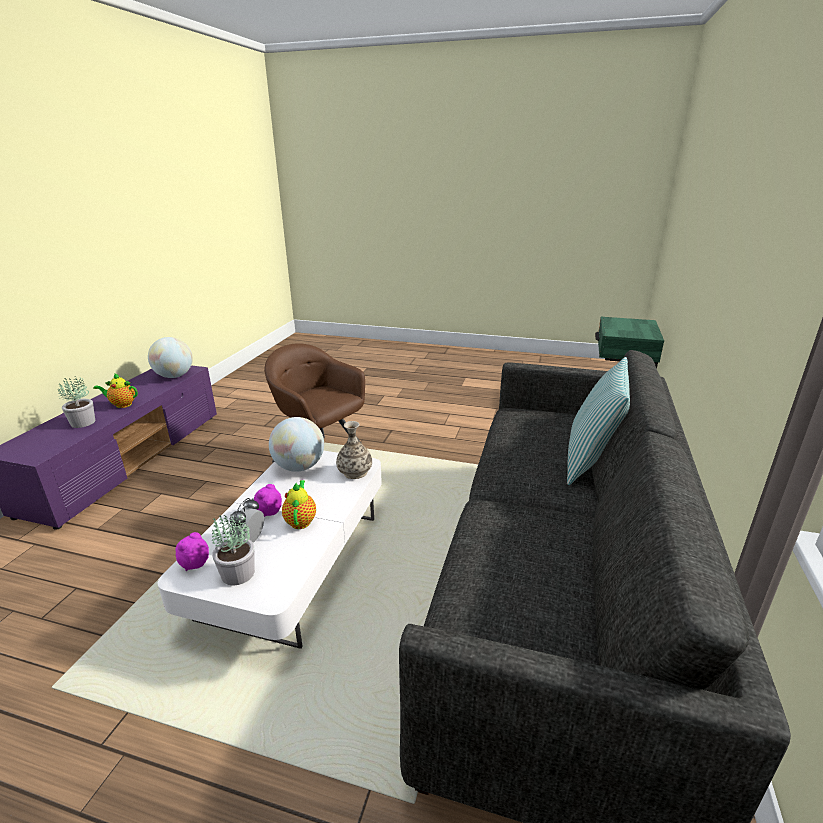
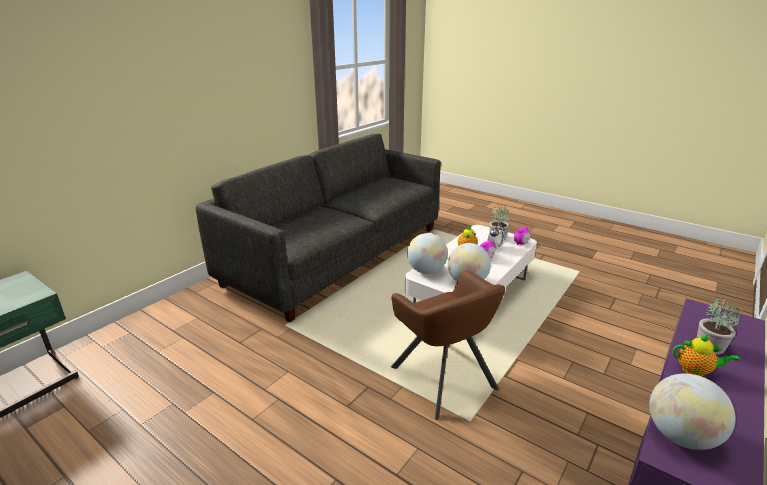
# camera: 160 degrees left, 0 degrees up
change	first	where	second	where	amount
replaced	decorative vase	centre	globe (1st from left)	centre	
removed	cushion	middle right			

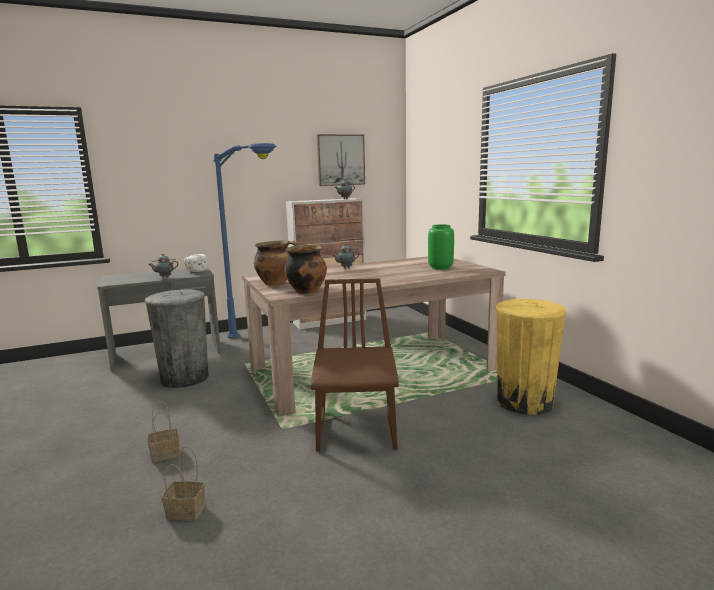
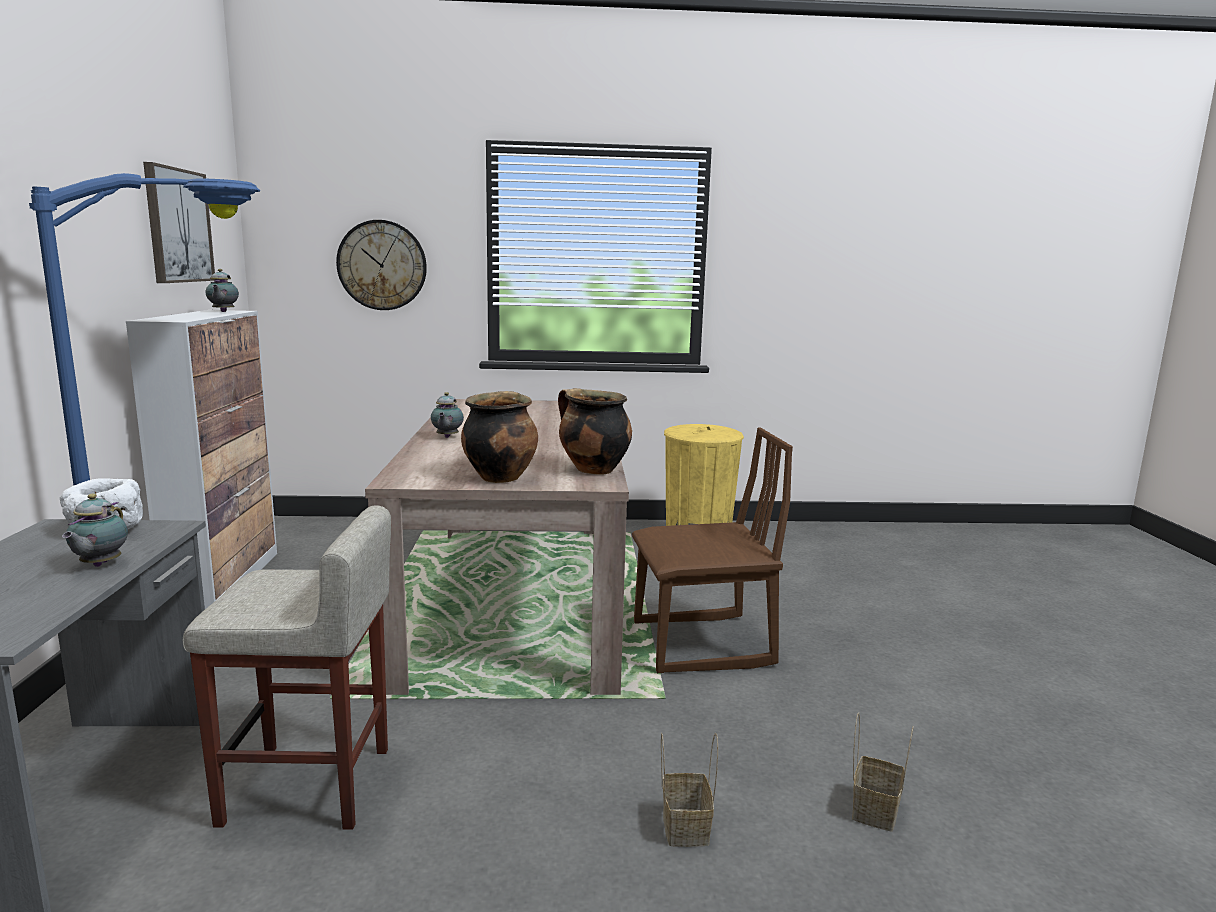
# camera: 70 degrees left, 0 degrees up
change	first	where	second	where	amount
replaced	waste bin (grey)	middle left	sitting stool (beige)	bottom left	
added			clock on the wall	top left	
turned	upright chair (brown-coloured)	centre		centre	150 degrees clockwise
removed	decorative vase (green-coloured)	centre			

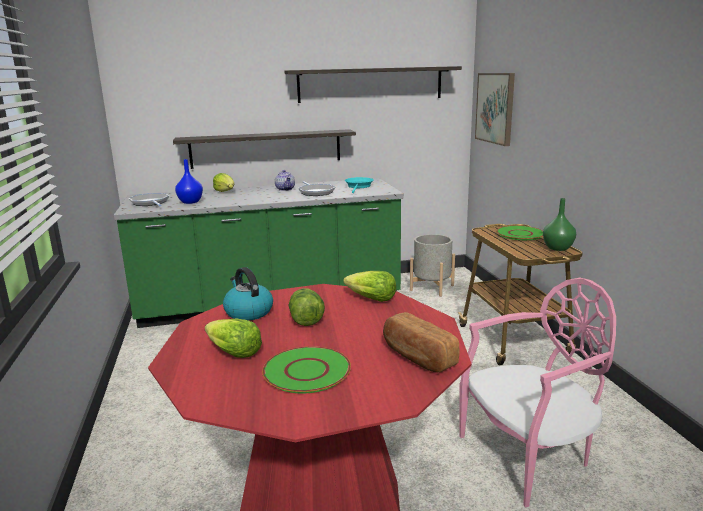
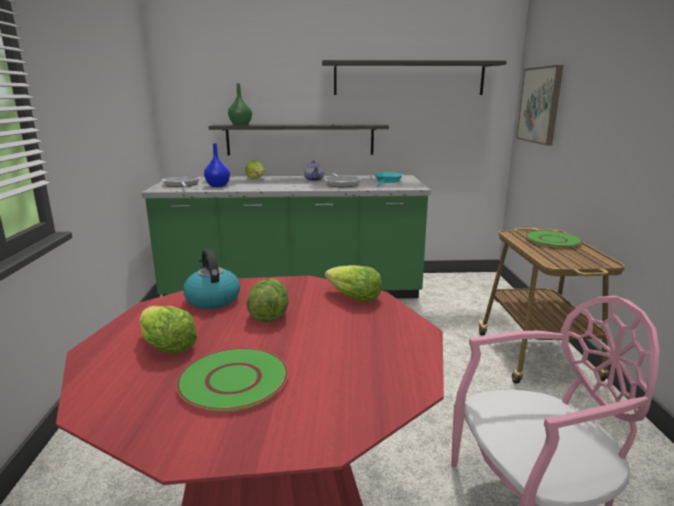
# camera: 10 degrees right, 0 degrees up
change	first	where	second	where	amount
moved	decorative vase (green-coloured)	middle right		top centre	
removed	bakery bread	bottom centre			
removed	planter (grey)	centre			

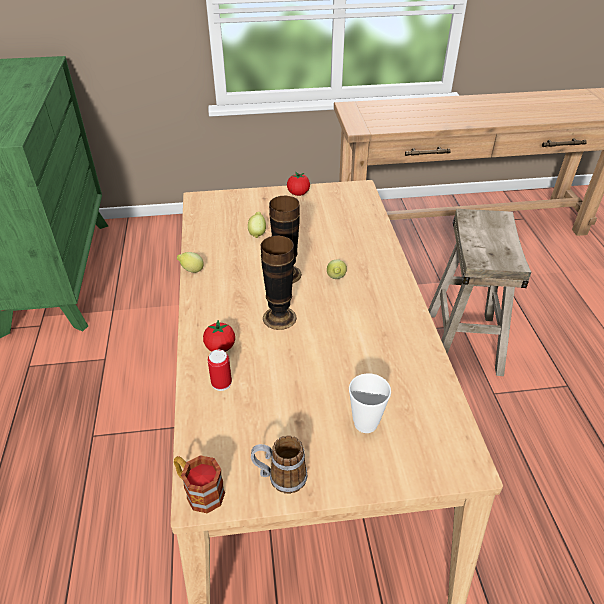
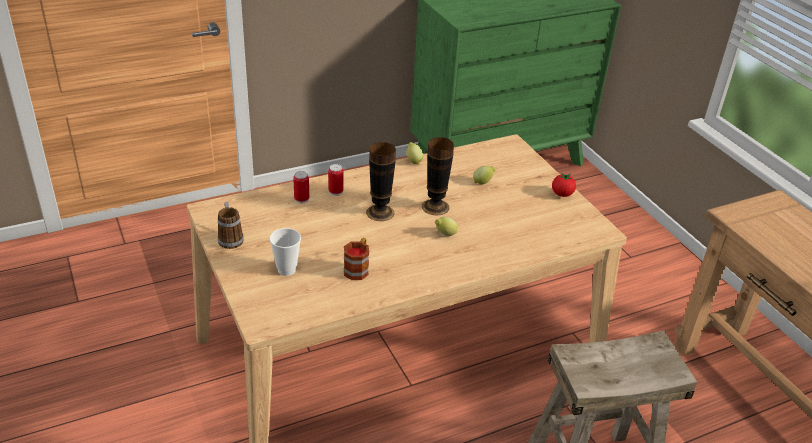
# camera: 70 degrees right, 5 degrees down
change	first	where	second	where	amount
replaced	whole tomato (1st from left)	centre	can (2nd from left)	centre	
moved	mug (1st from left in the first image)	bottom left	mug (2nd from left)	centre	

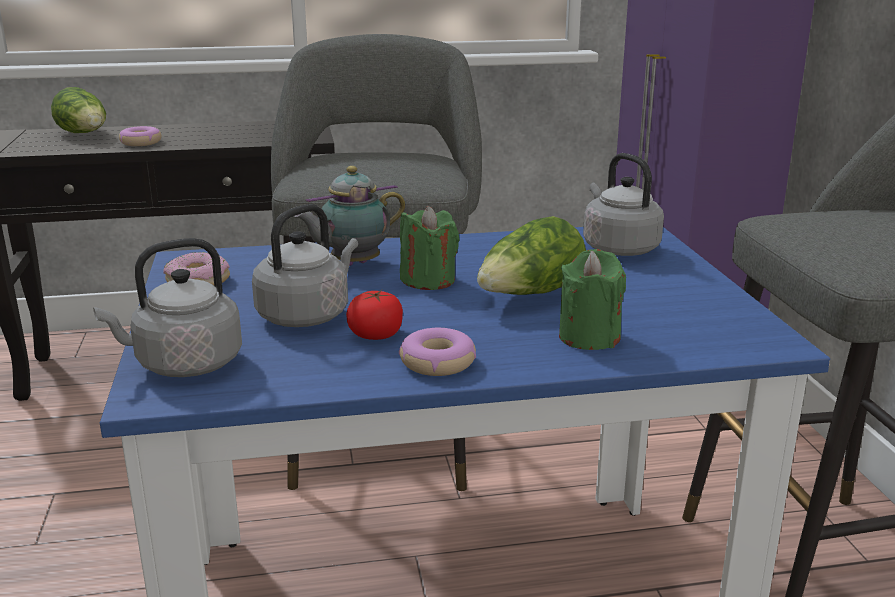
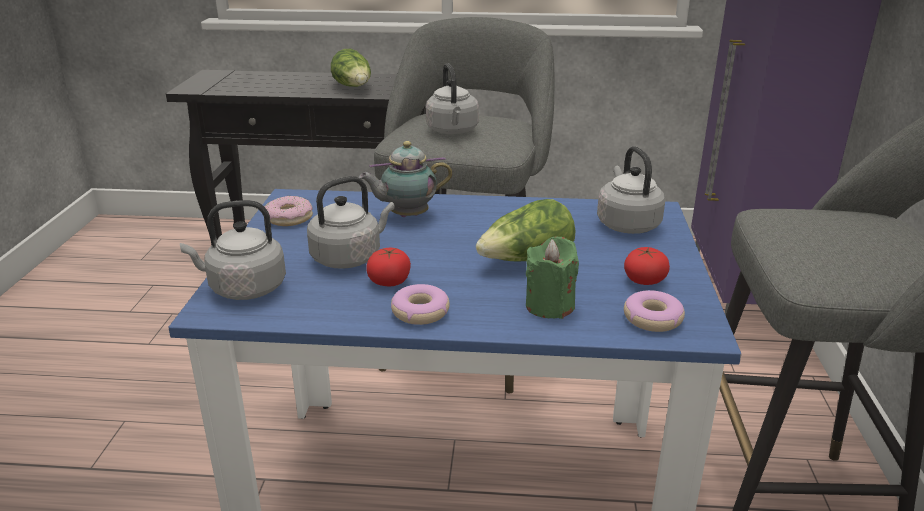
# camera: 15 degrees right, 5 degrees up
change	first	where	second	where	amount
moved	lettuce head (1st from left)	top left		top centre	
added			water kettle (grey) (3rd from left)	top centre	
added			whole tomato (2nd from left)	middle right	
moved	doughnut (1st from left in the first image)	top left	doughnut (3rd from left)	middle right	
removed	wax light (green-coloured) (1st from left)	centre			

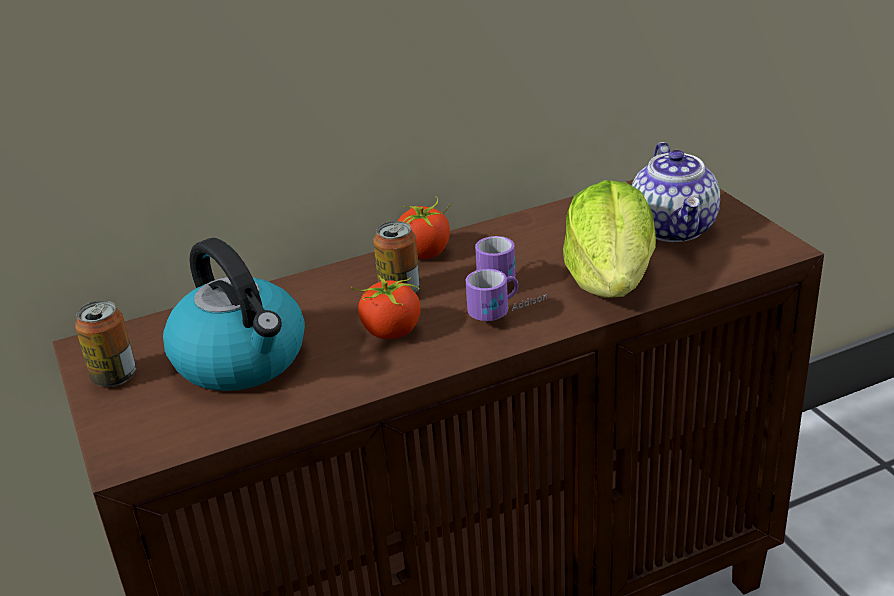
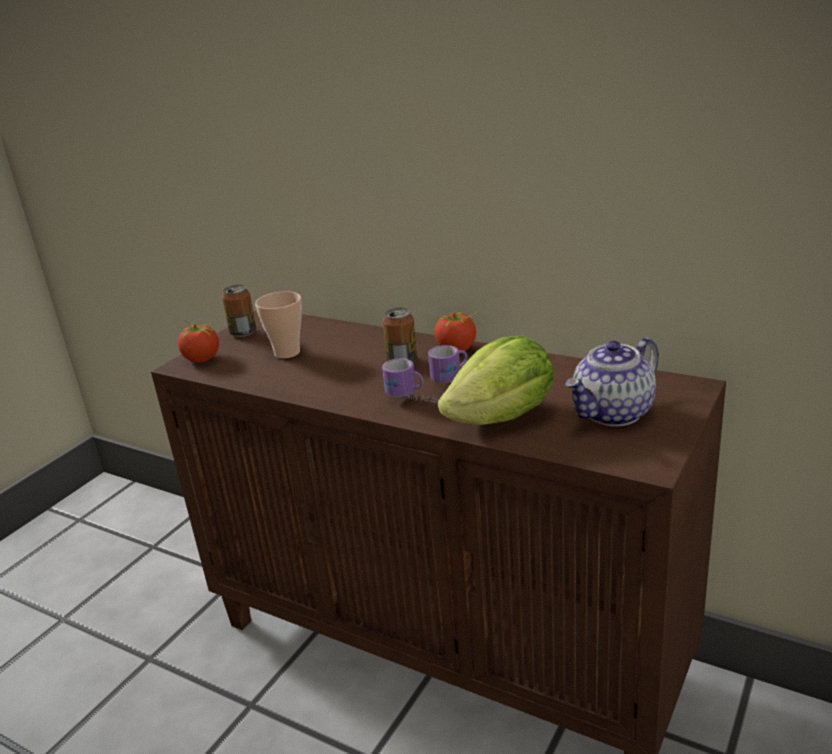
# camera: 55 degrees right, 5 degrees down
change	first	where	second	where	amount
moved	whole tomato (1st from left)	centre		middle left	
replaced	water kettle	middle left	small cup	centre	

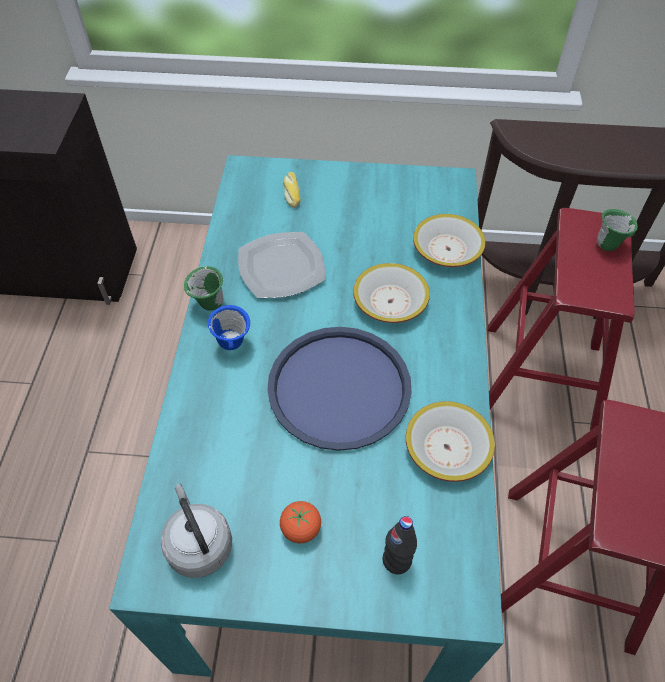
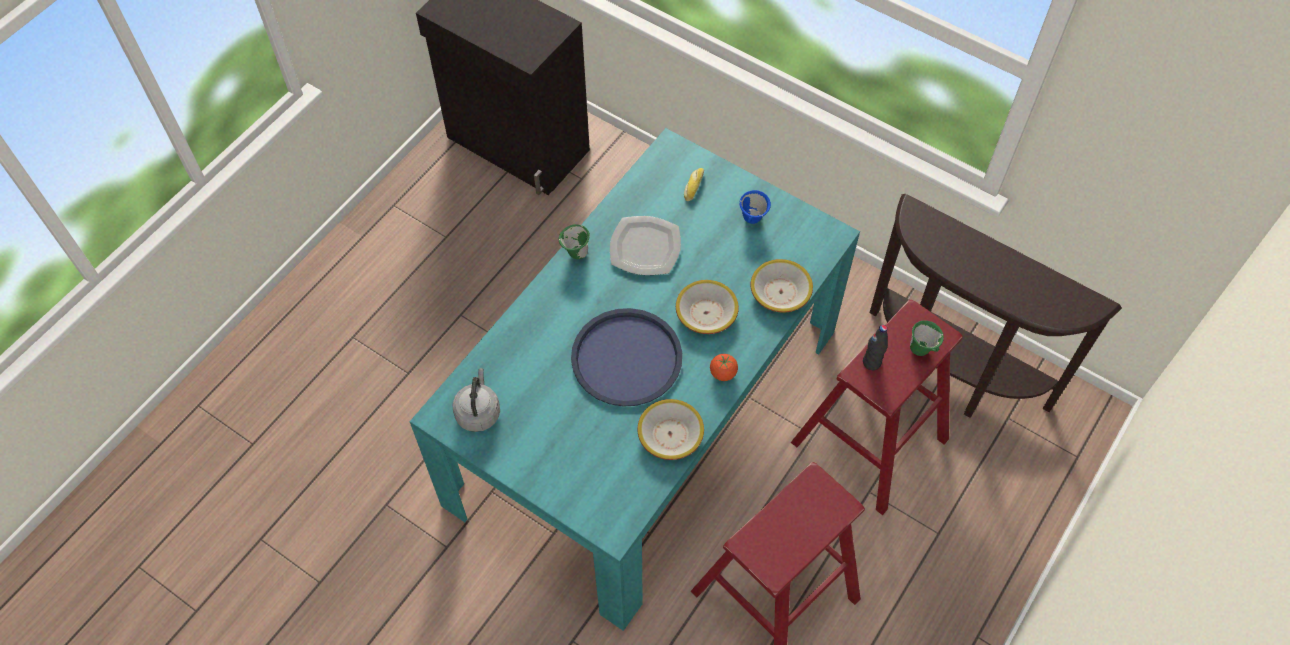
# camera: 30 degrees right, 5 degrees up
change	first	where	second	where	amount
moved	whole tomato	bottom centre		centre	
moved	mug (bluish)	centre		top centre	
moved	bottle (black-coloured)	bottom centre		middle right	

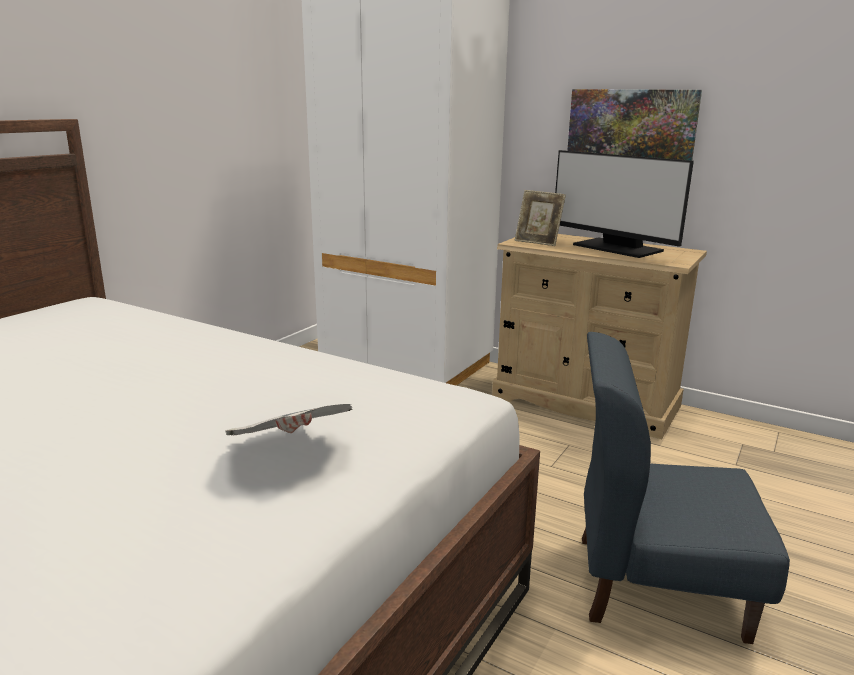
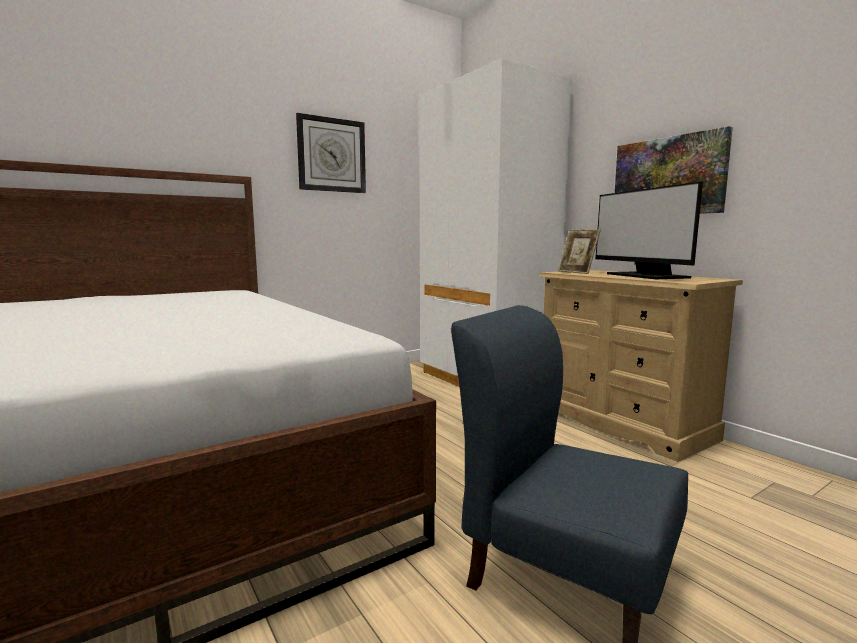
# camera: 25 degrees right, 10 degrees down
change	first	where	second	where	amount
added			clock on the wall	top centre	
removed	daily paper	centre			

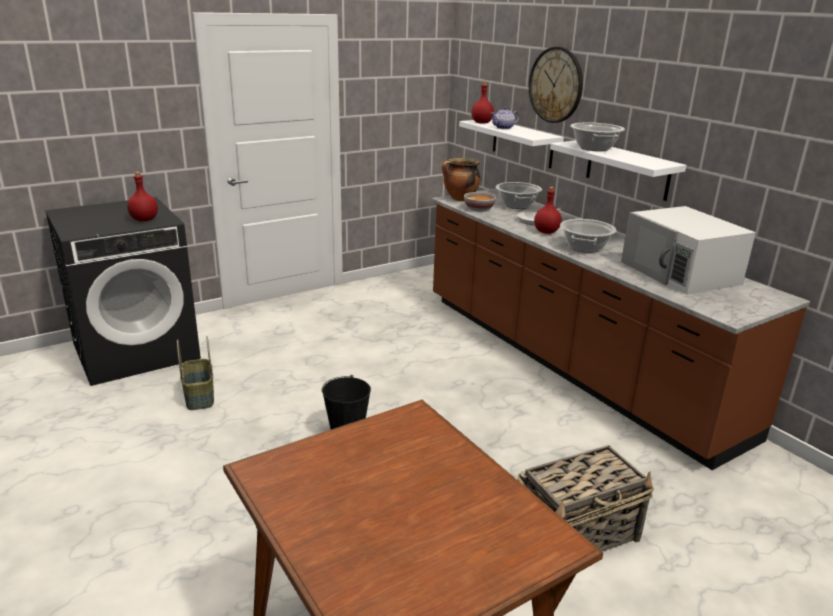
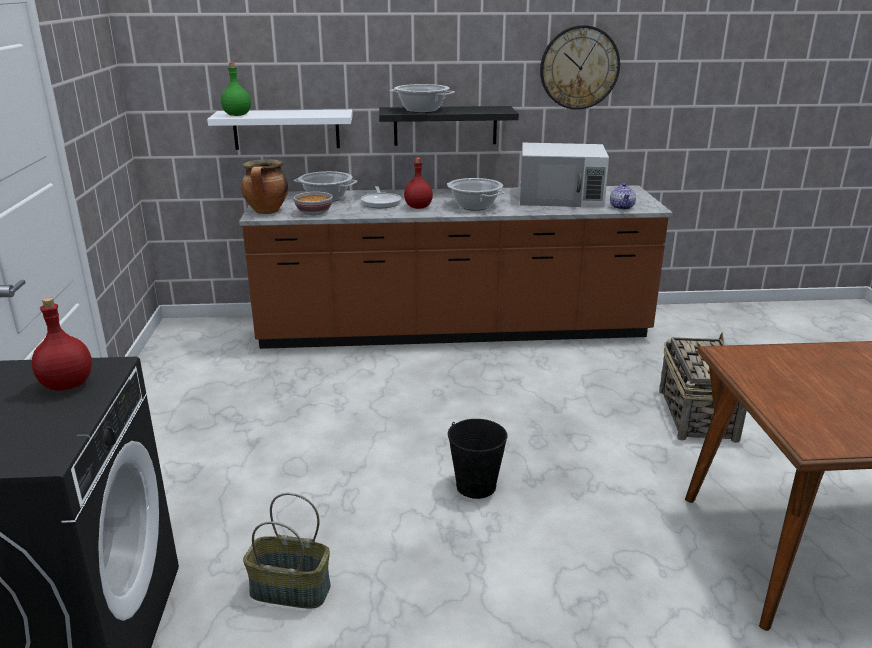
# camera: 60 degrees left, 0 degrees up
change	first	where	second	where	amount
recoloured	bottle (red) (2nd from left)	top centre	bottle (green-coloured)	top left	
recoloured	bracket shelf (white-coloured) (2nd from left)	top right	bracket shelf (black-coloured)	top centre	
moved	clock on the wall	top right		top centre	
moved	tea pot	top centre		top right	

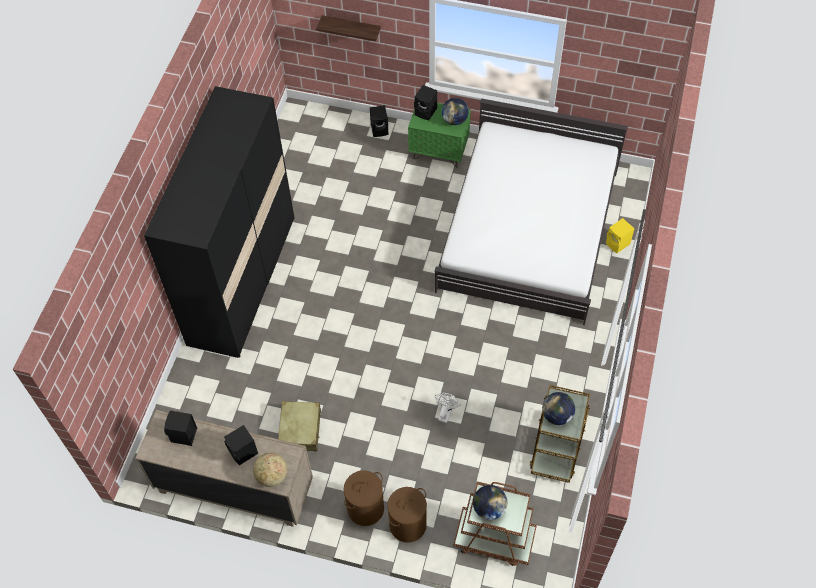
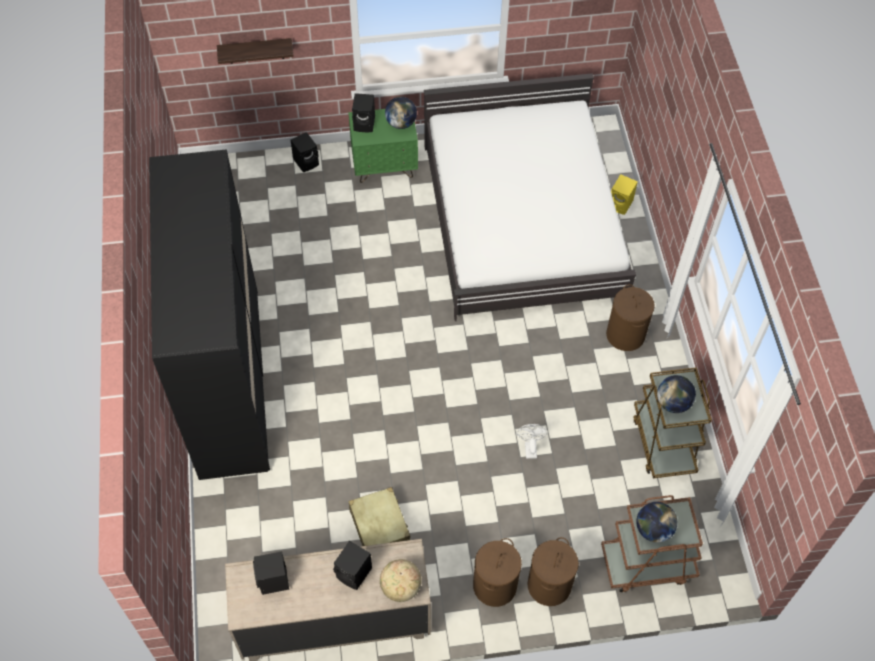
# camera: 25 degrees left, 0 degrees up
change	first	where	second	where	amount
added			laundry basket (brown-coloured) (3rd from left)	middle right	

